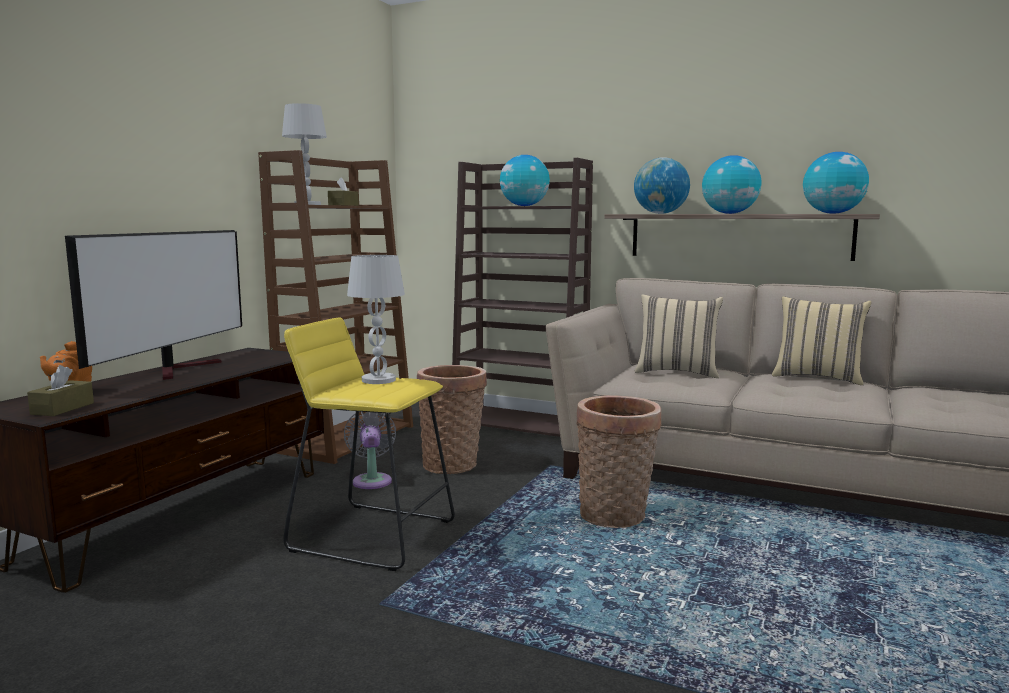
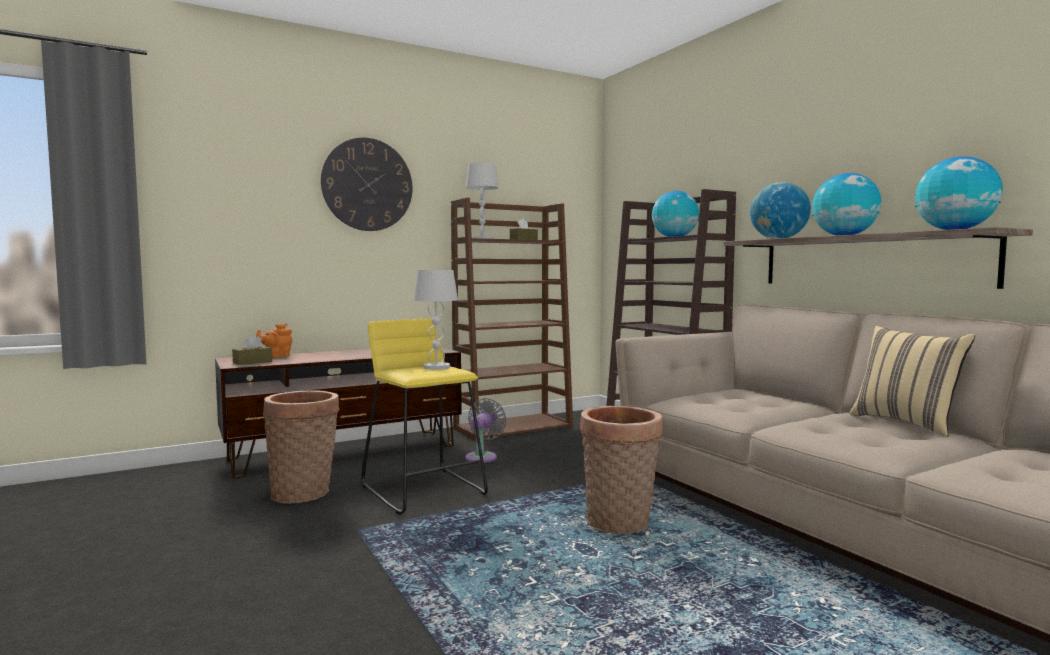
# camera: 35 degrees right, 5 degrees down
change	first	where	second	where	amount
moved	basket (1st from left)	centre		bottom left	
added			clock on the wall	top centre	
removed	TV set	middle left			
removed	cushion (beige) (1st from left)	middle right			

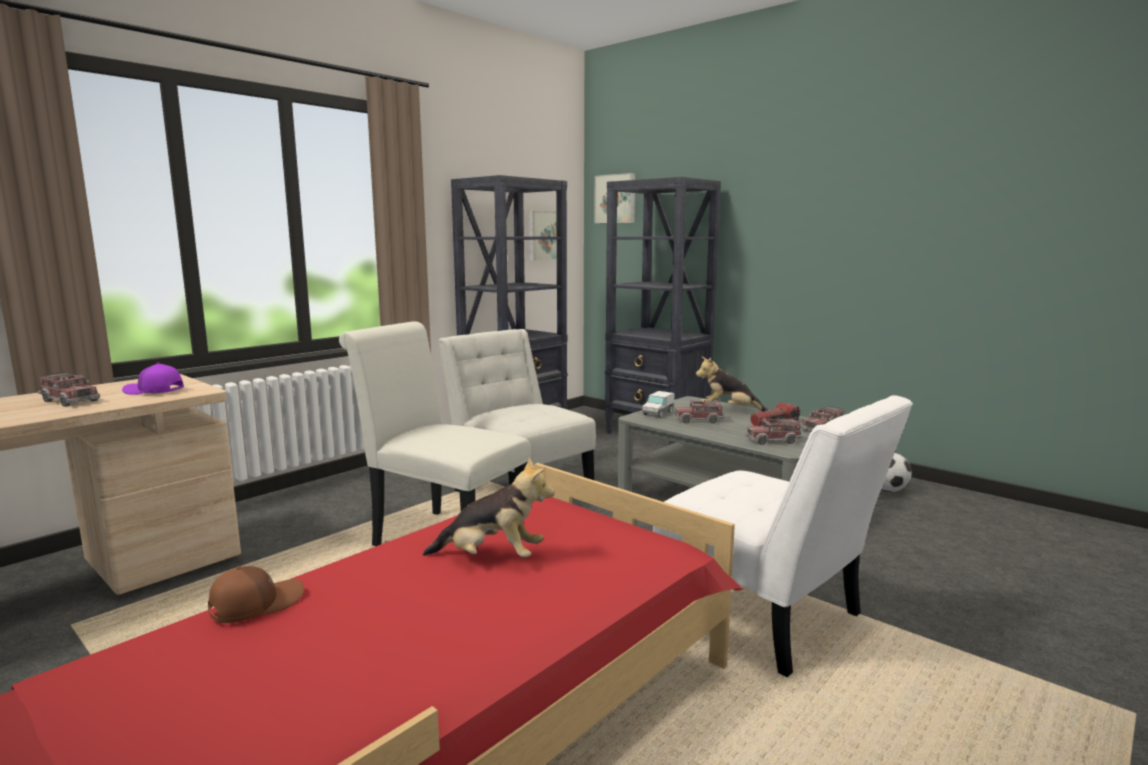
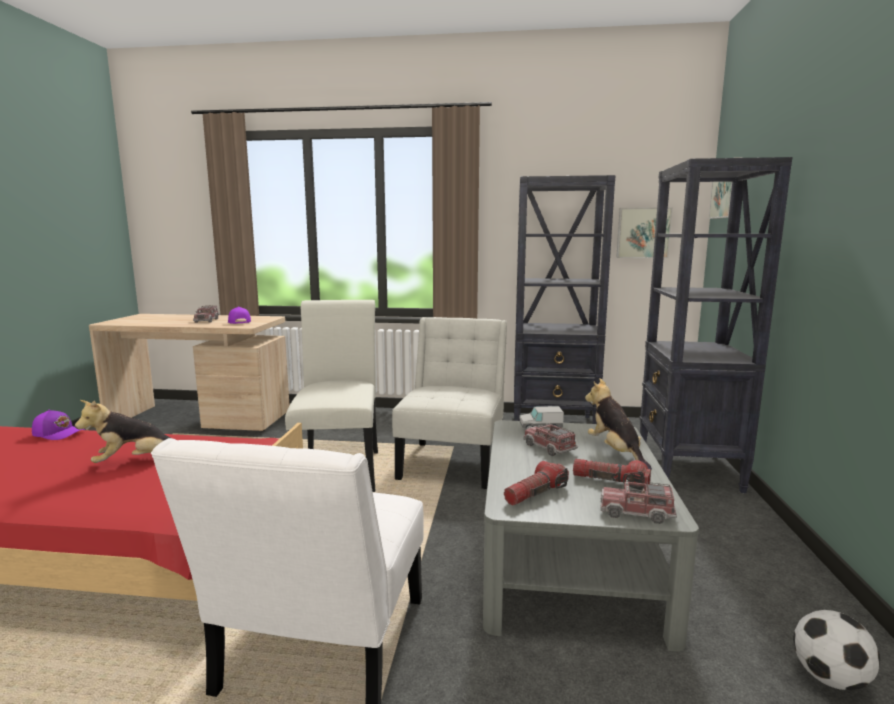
# camera: 55 degrees right, 0 degrees up
change	first	where	second	where	amount
recoloured	peaked cap (brown-coloured)	bottom left	peaked cap (purplish) (1st from left)	middle left	
turned	cuddly toy (1st from left)	centre		middle left	90 degrees clockwise
replaced	toy truck (4th from left)	middle right	flashlight (1st from left)	bottom centre	

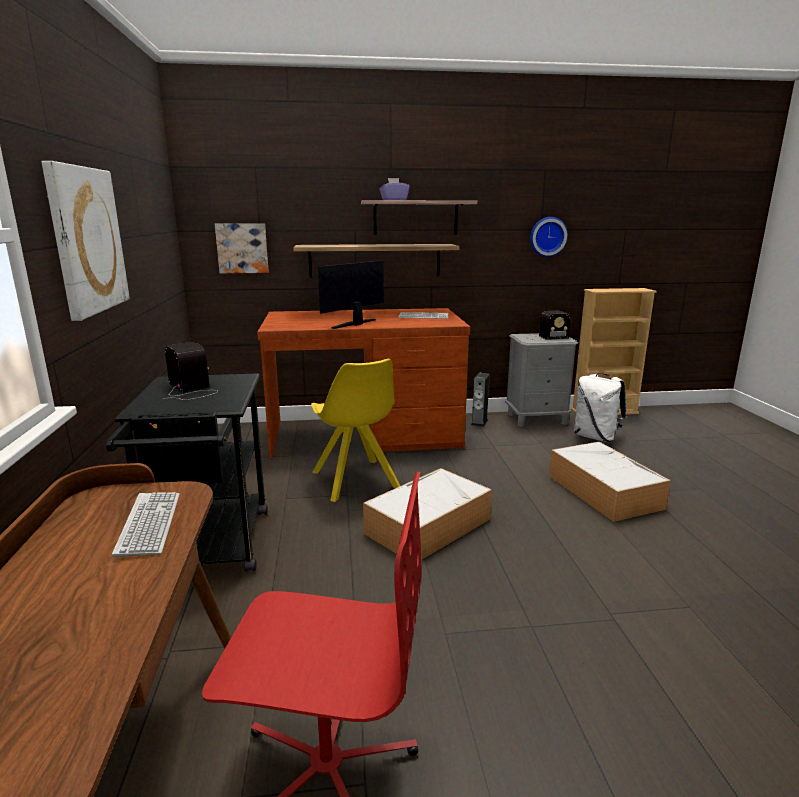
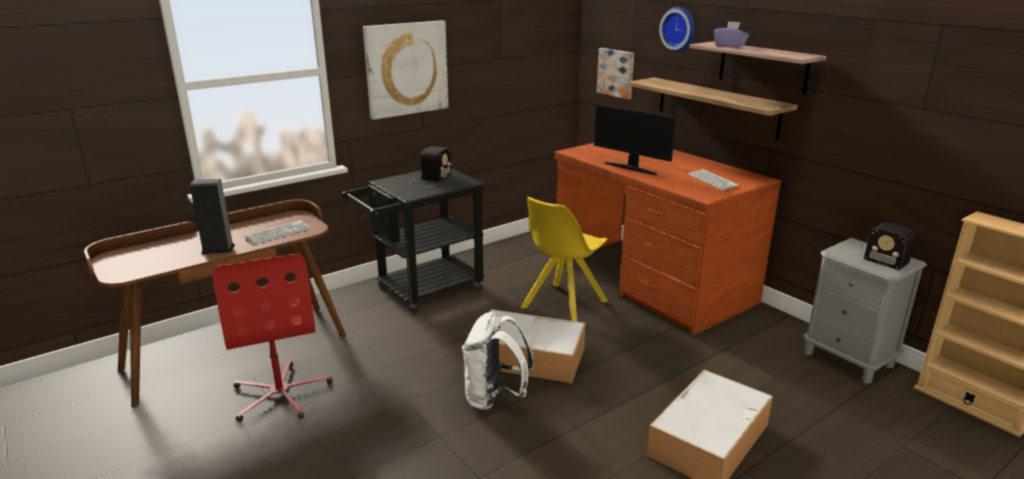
# camera: 60 degrees right, 5 degrees up
change	first	where	second	where	amount
moved	speaker	centre		middle left	
moved	knapsack (white-coloured)	middle right		bottom centre	
turned	computer display	centre		top centre	150 degrees counterclockwise
moved	clock on the wall	top right		top centre	

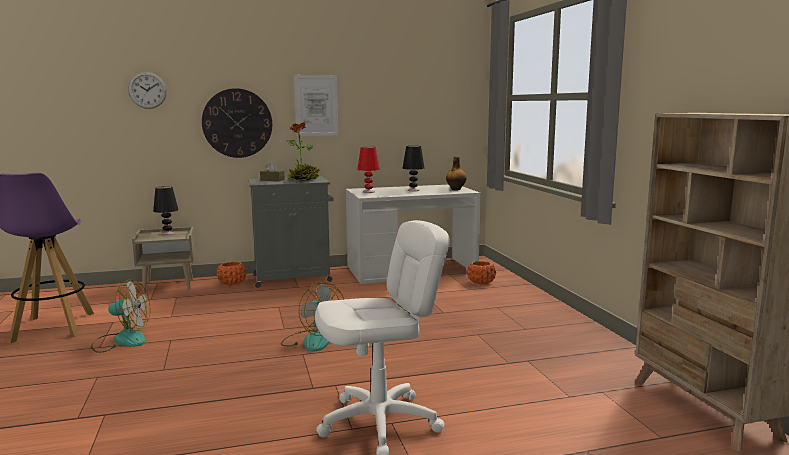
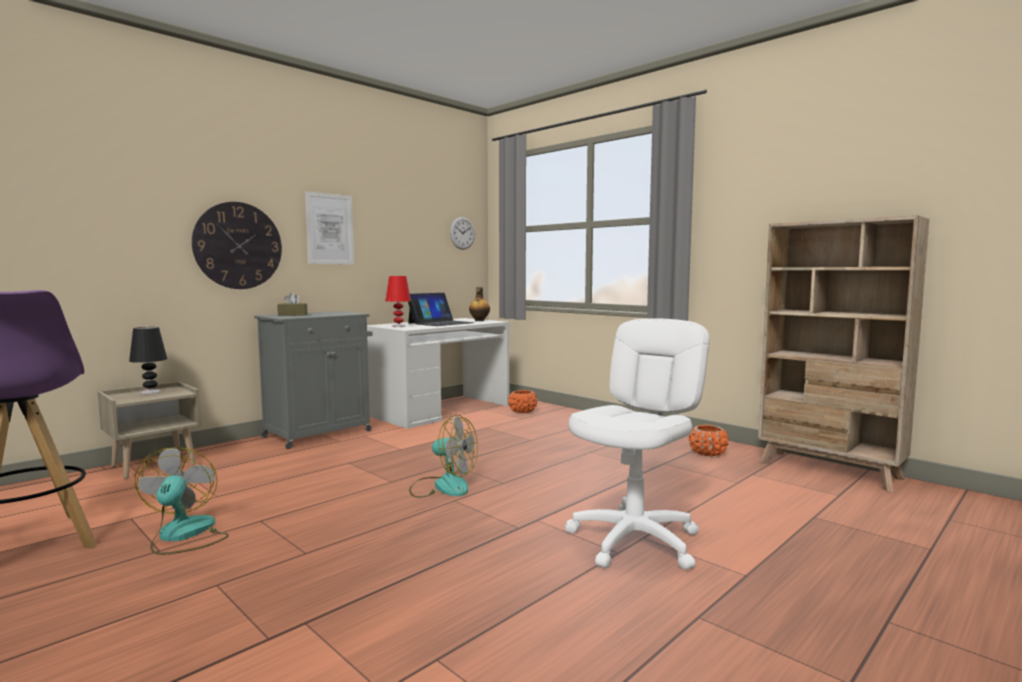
# camera: 30 degrees left, 5 degrees down
change	first	where	second	where	amount
turned	electric fan (1st from left)	bottom left		bottom left	75 degrees counterclockwise
replaced	lamp for a table (black-coloured) (2nd from left)	centre	portable computer	centre	
moved	clock on the wall (1st from left in the first image)	top left	clock on the wall (2nd from left)	centre	
moved	planter (orange-coloured) (1st from left in the first image)	middle left	planter (orange-coloured) (2nd from left)	middle right	
removed	houseplant	top centre			

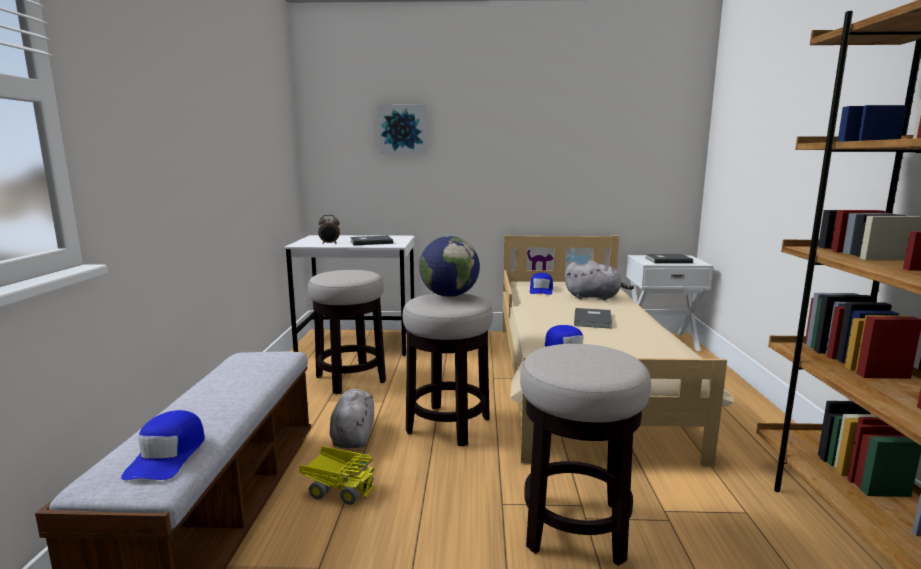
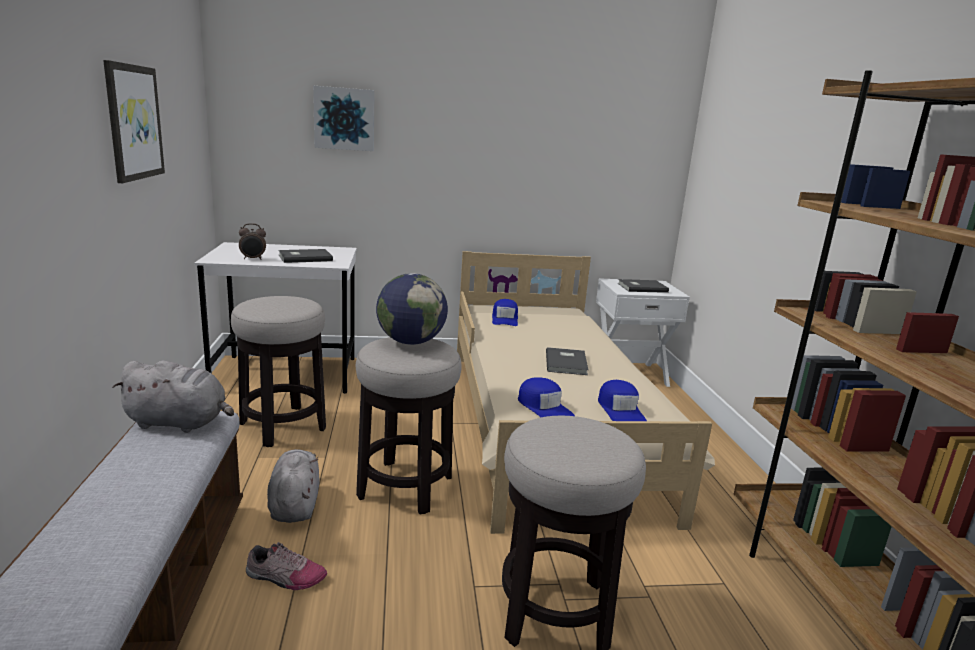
# camera: 10 degrees left, 5 degrees up
change	first	where	second	where	amount
added			picture (1st from left)	top left	
moved	cuddly toy (grey) (2nd from left in the first image)	centre	cuddly toy (grey) (1st from left)	middle left	
replaced	toy truck	bottom centre	shoe	bottom left	
moved	peaked cap (bluish) (1st from left in the first image)	bottom left	peaked cap (bluish) (3rd from left)	centre	

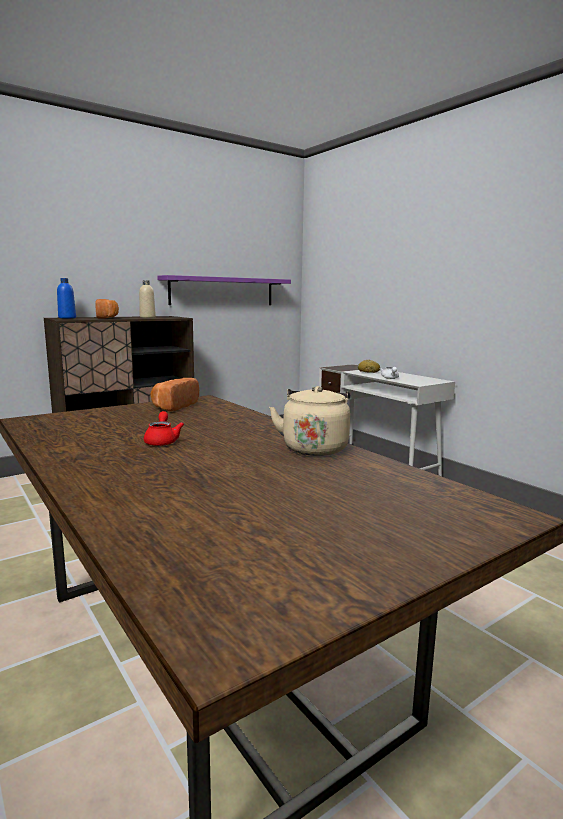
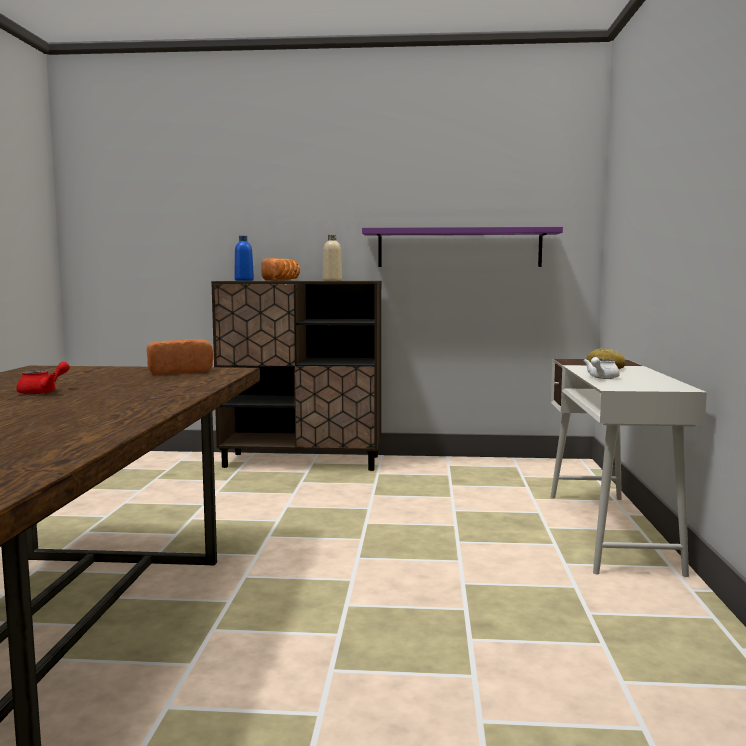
# camera: 40 degrees right, 5 degrees down
change	first	where	second	where	amount
removed	water kettle (beige)	centre			

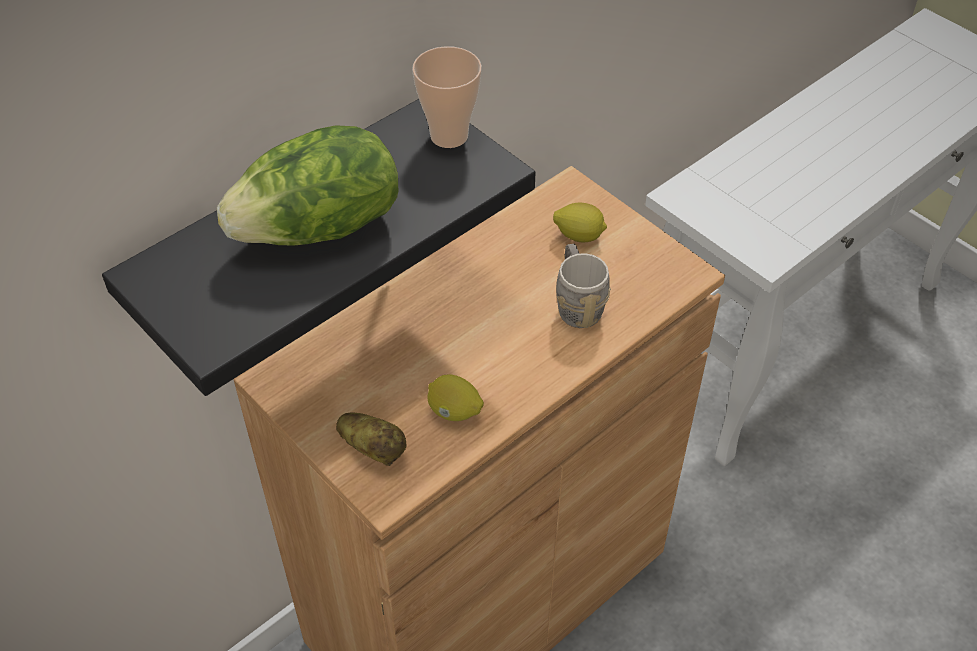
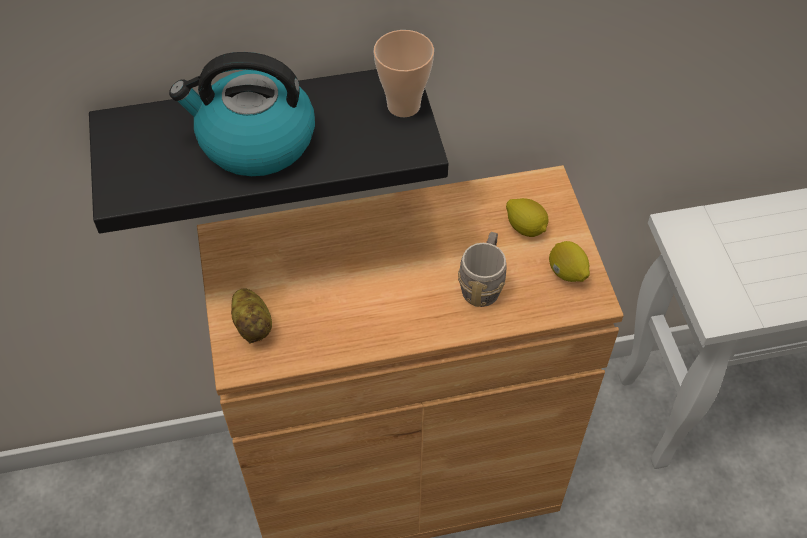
# camera: 30 degrees right, 5 degrees up
change	first	where	second	where	amount
replaced	lettuce head	top left	water kettle	top left	
moved	lemon (1st from left in the first image)	centre	lemon (2nd from left)	middle right	

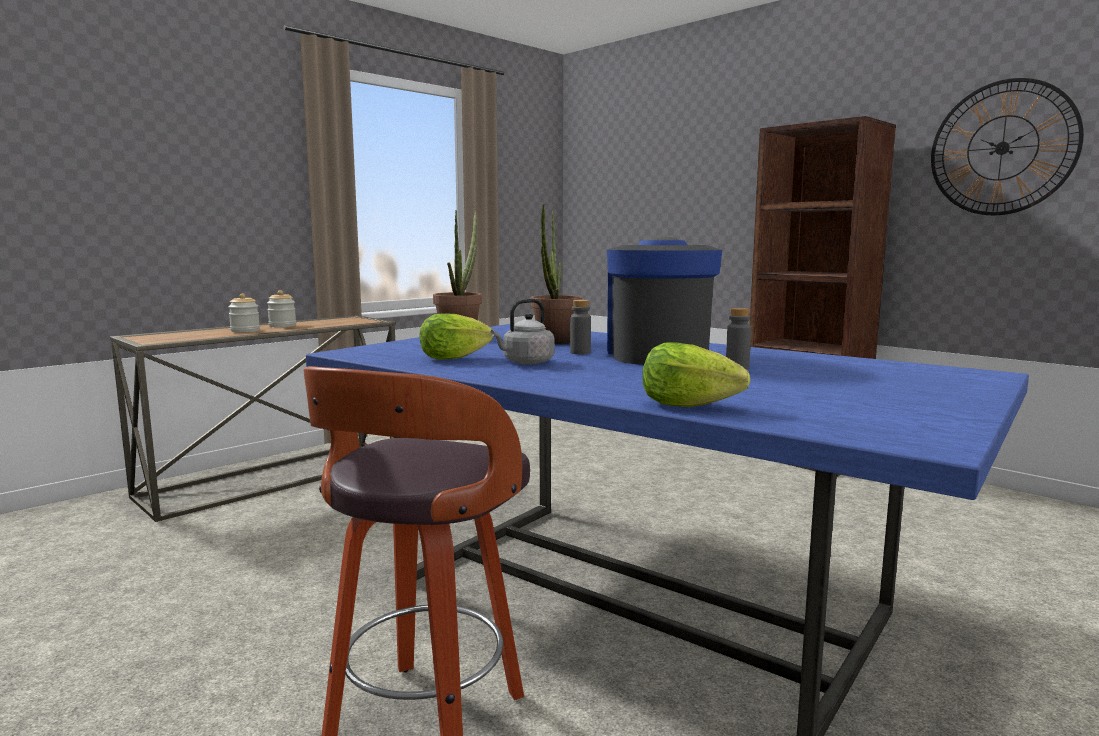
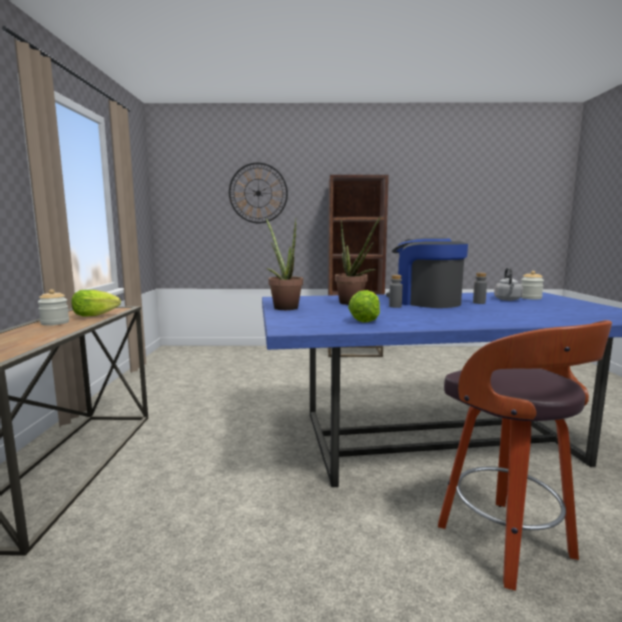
# camera: 45 degrees left, 0 degrees up
change	first	where	second	where	amount
moved	lettuce head (2nd from left in the first image)	centre	lettuce head (1st from left)	middle left	
moved	clock on the wall	top right		top centre	
moved	water kettle (grey)	centre		middle right	
moved	jar (1st from left in the first image)	middle left	jar (2nd from left)	middle right	

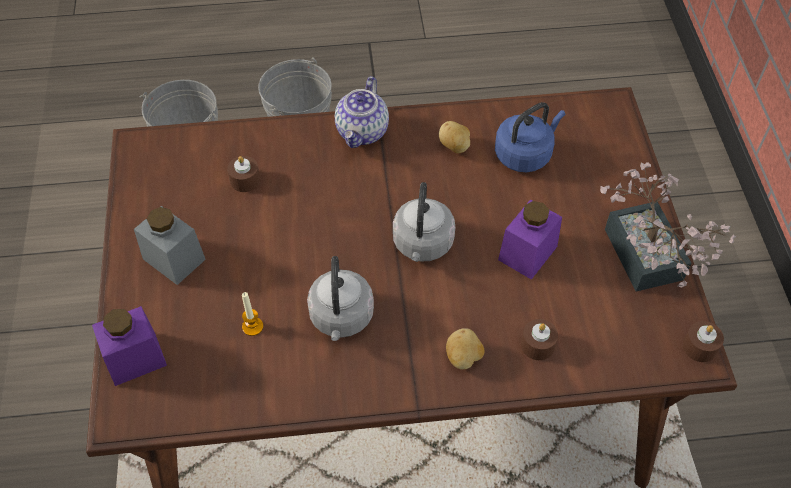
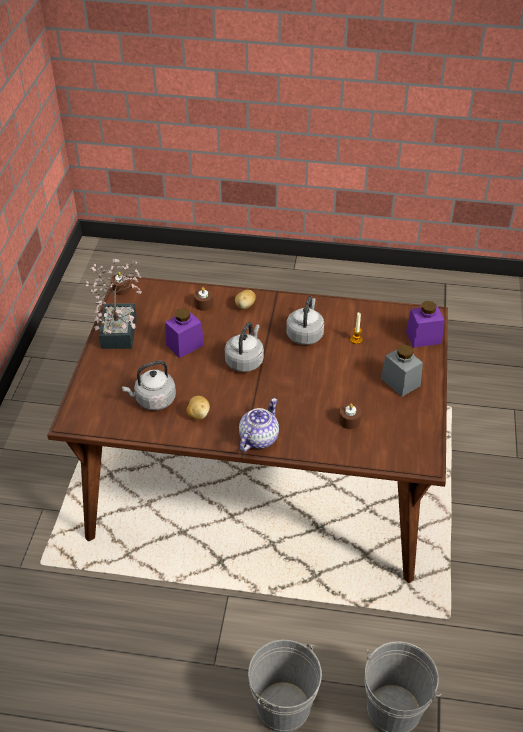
# camera: 165 degrees left, 10 degrees down
change	first	where	second	where	amount
recoloured	water kettle (bluish)	top right	water kettle (grey) (1st from left)	middle left	

